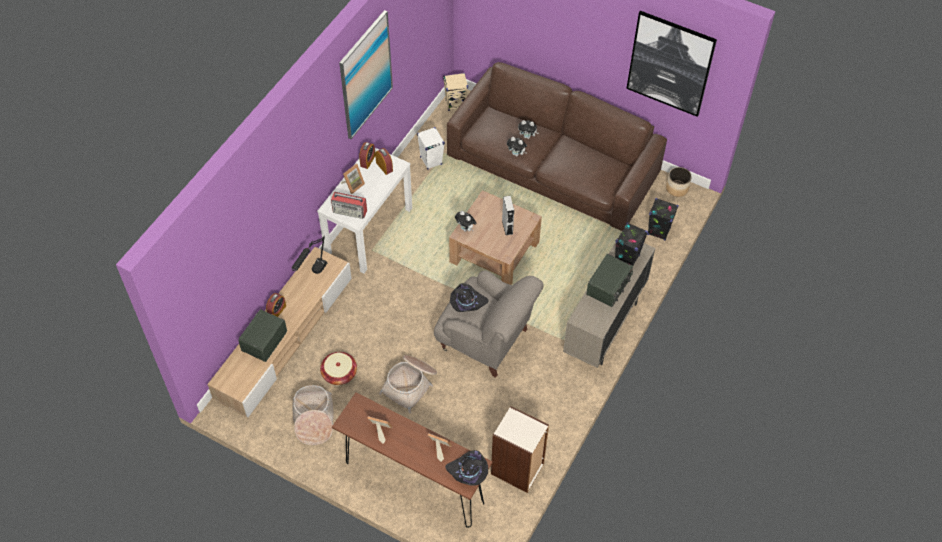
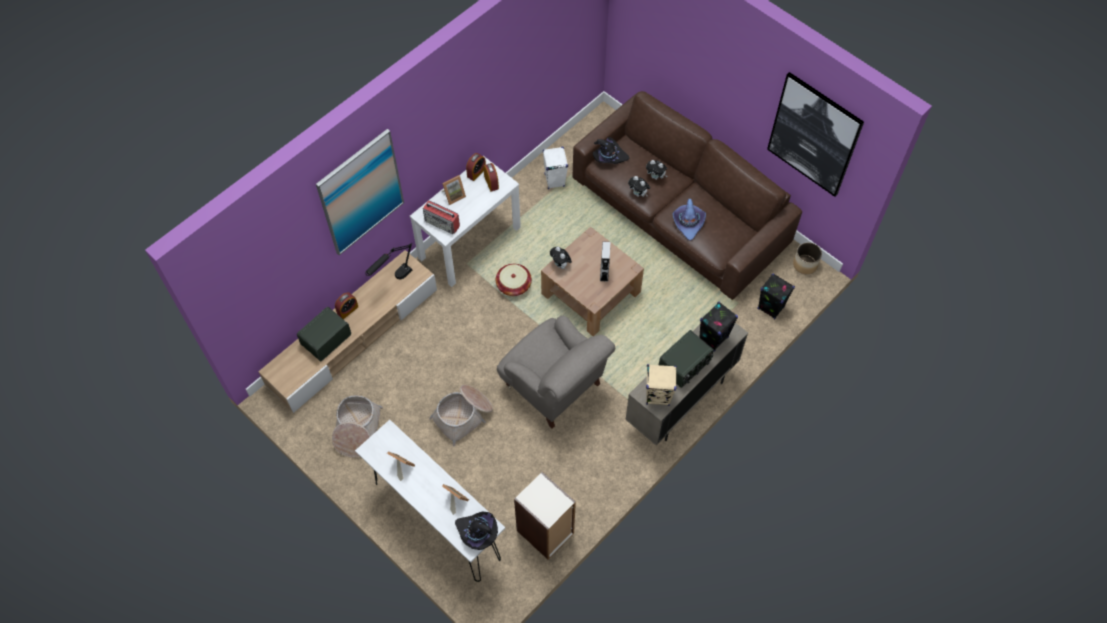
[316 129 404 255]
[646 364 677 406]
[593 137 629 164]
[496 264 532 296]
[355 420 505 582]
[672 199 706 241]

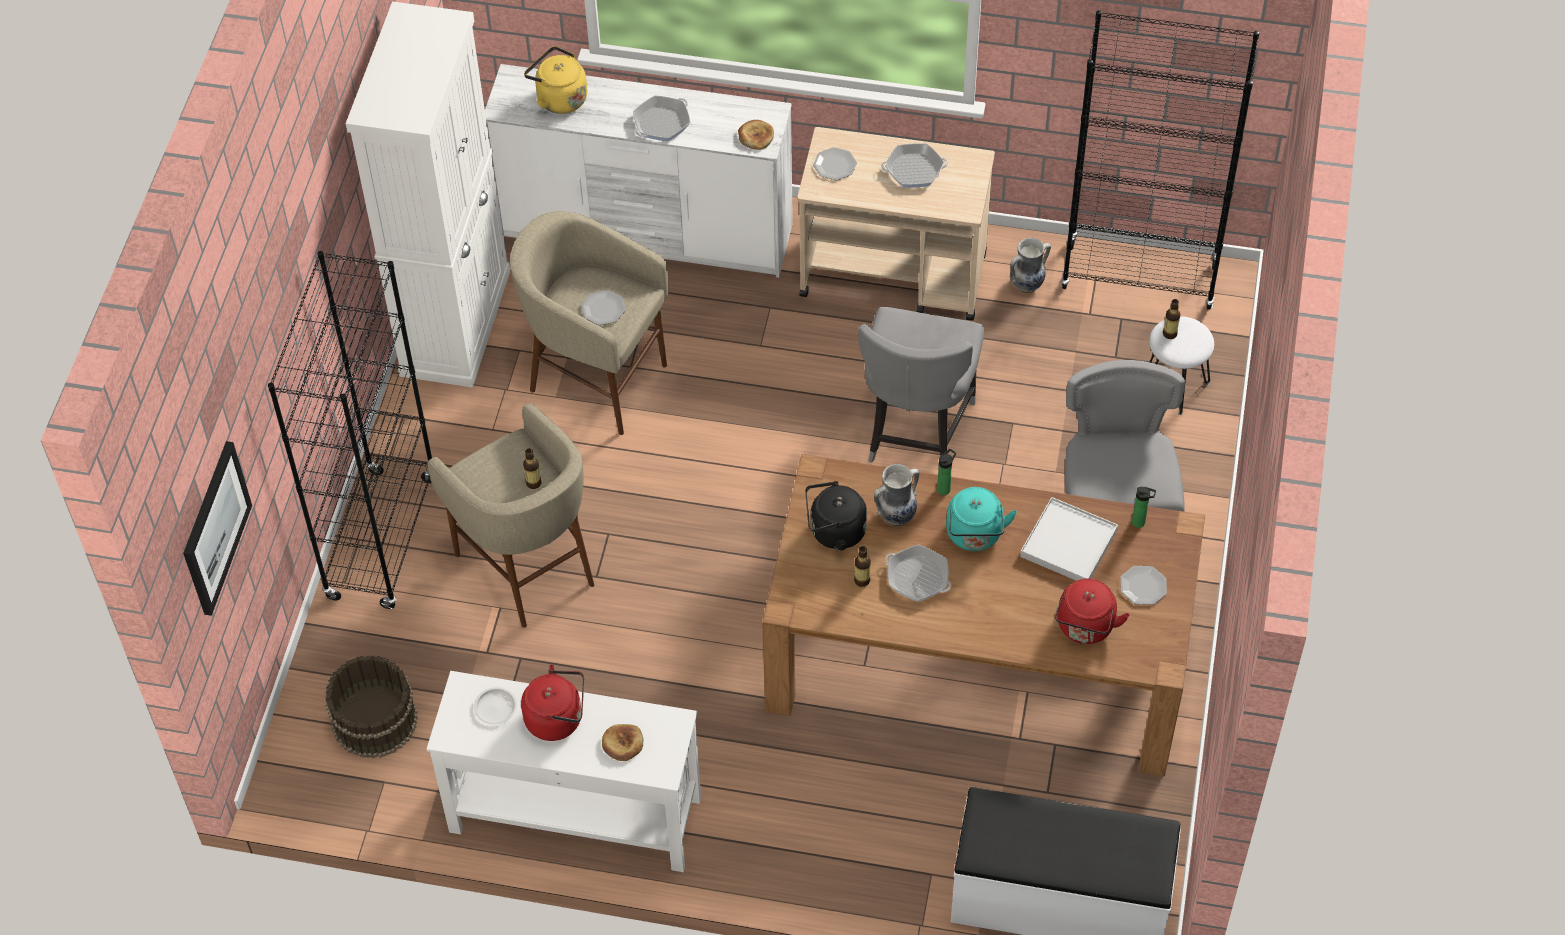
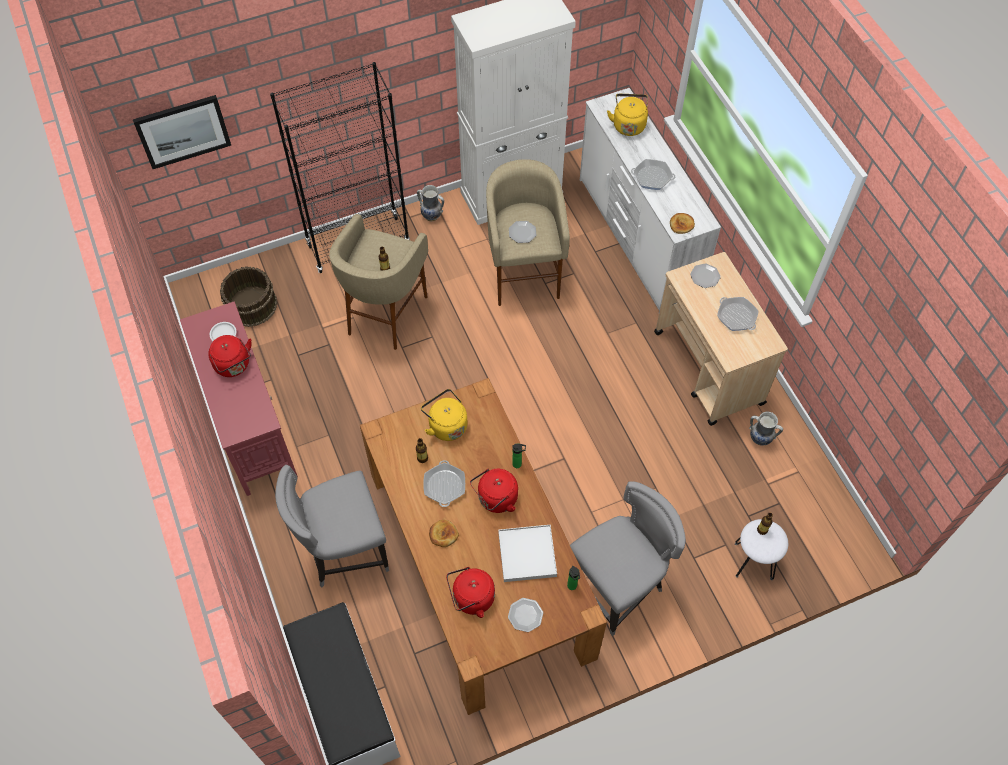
[1060 10 1259 310] (first image)
[275 465 389 588]
[417 185 444 221]
[421 389 468 441]
[470 469 518 513]
[180 301 298 496]
[429 520 459 547]

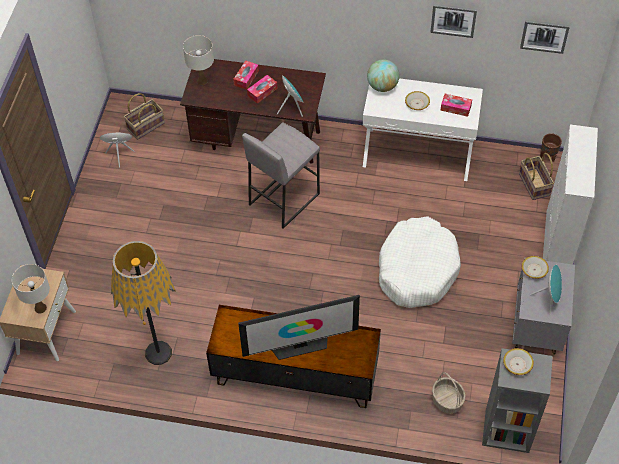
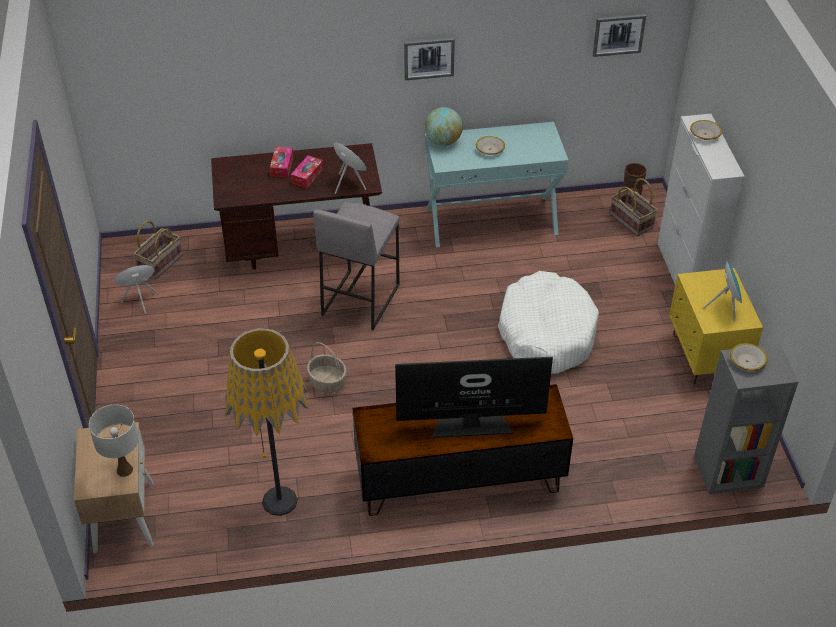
[404 38 455 80]
[183 35 214 85] (first image)
[425 122 568 247]
[440 94 472 117] (first image)
[690 120 722 140]
[669 268 763 385]
[395 357 553 438]
[307 342 347 393]

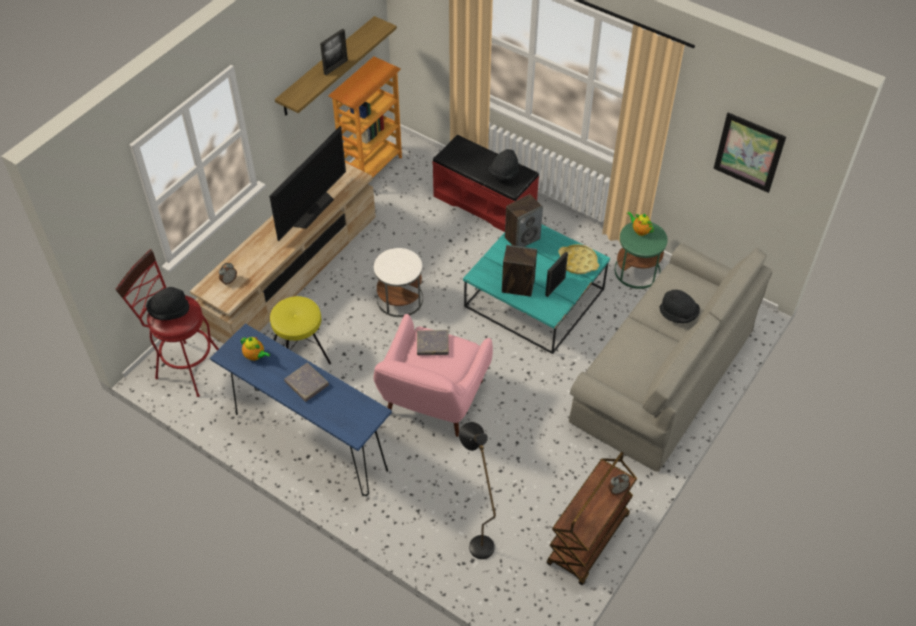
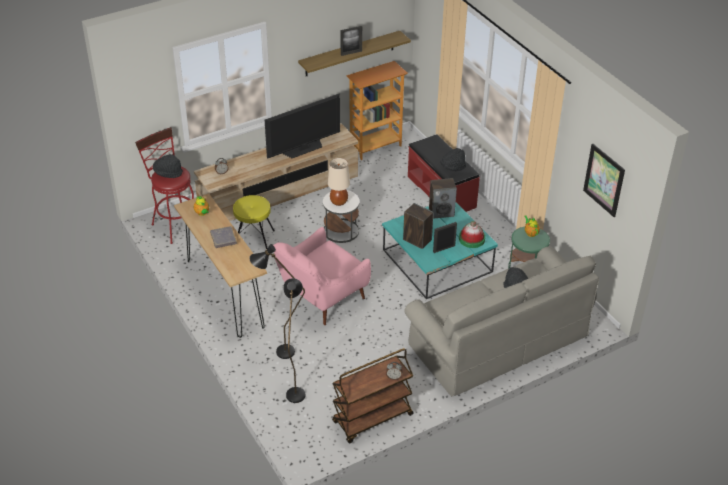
[459 221 485 248]
[174 194 267 338]
[417 330 449 355] (first image)
[328 158 350 206]
[249 244 305 359]

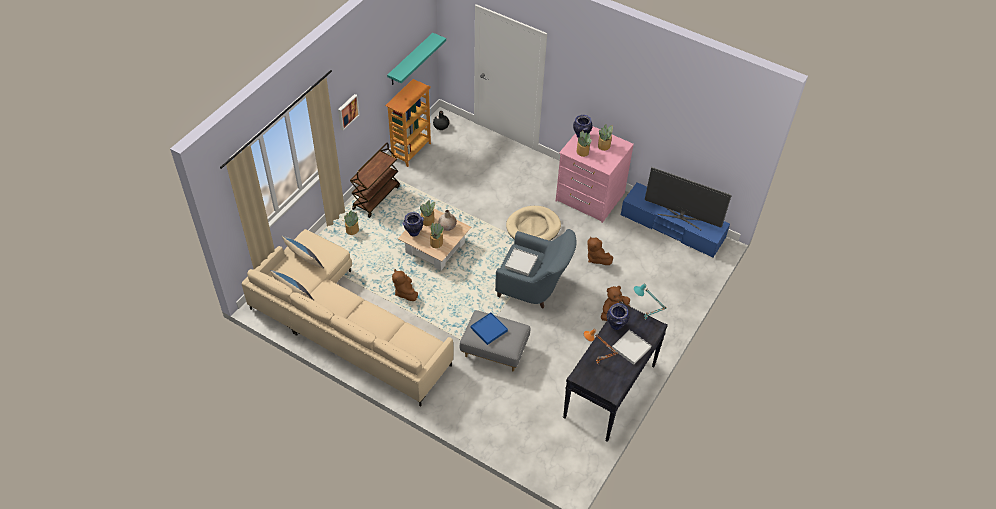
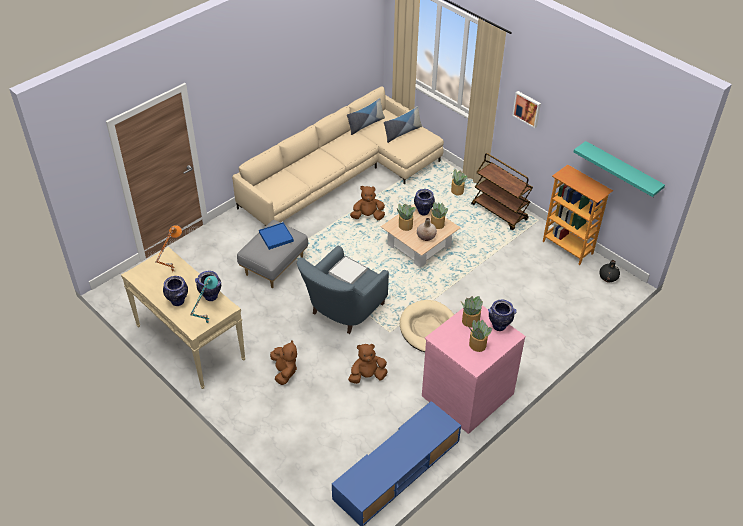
[645 167 732 230] (first image)
[121 247 246 389]
[163 276 188 306]

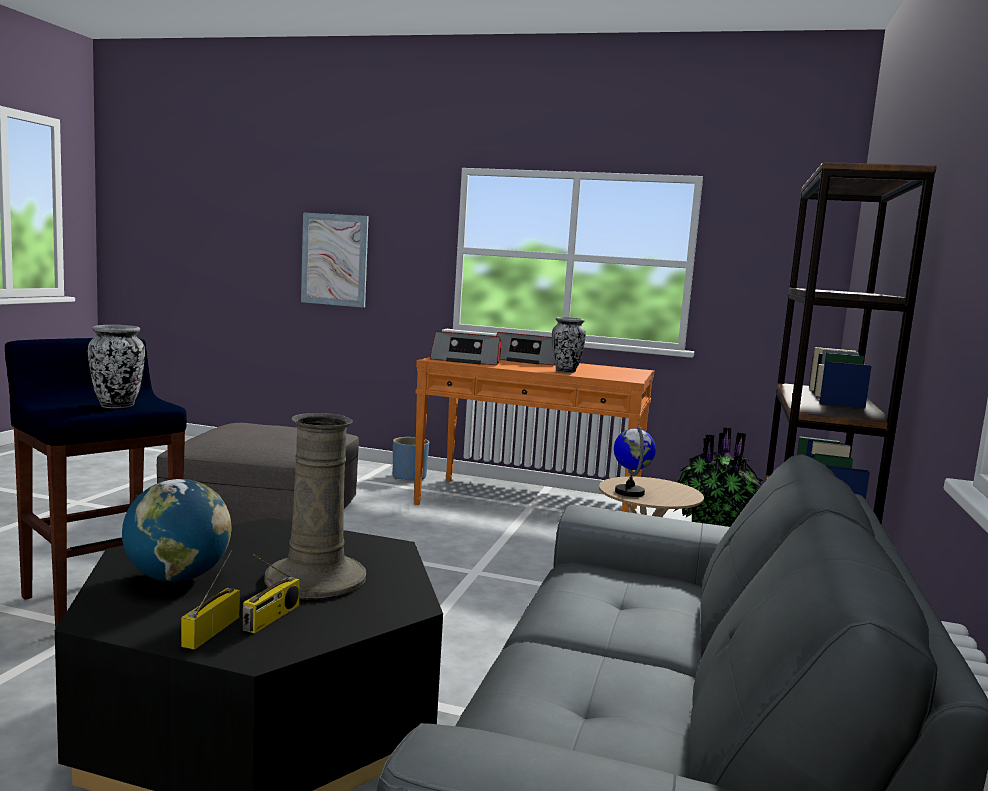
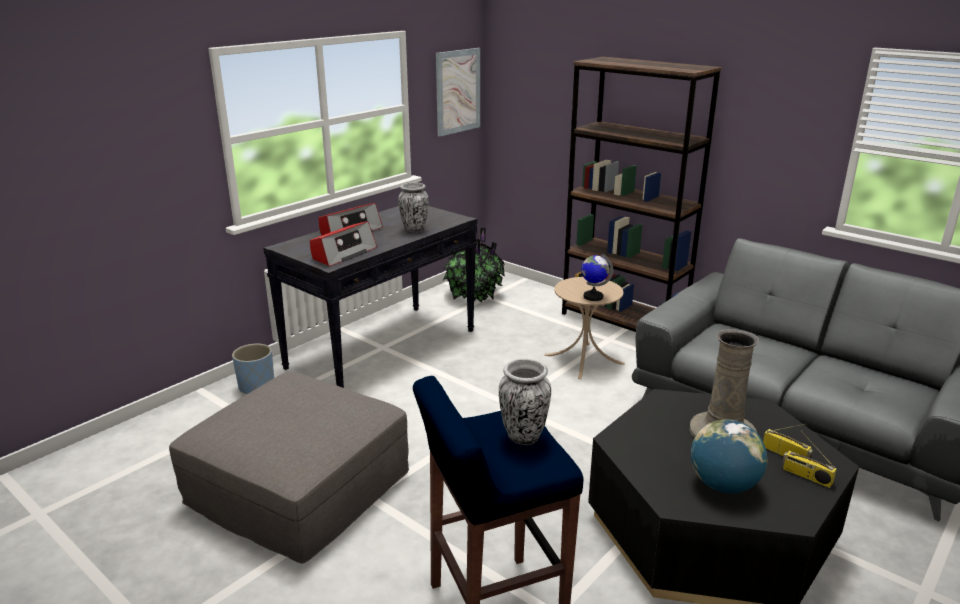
[436 48 480 137]
[263 206 477 388]

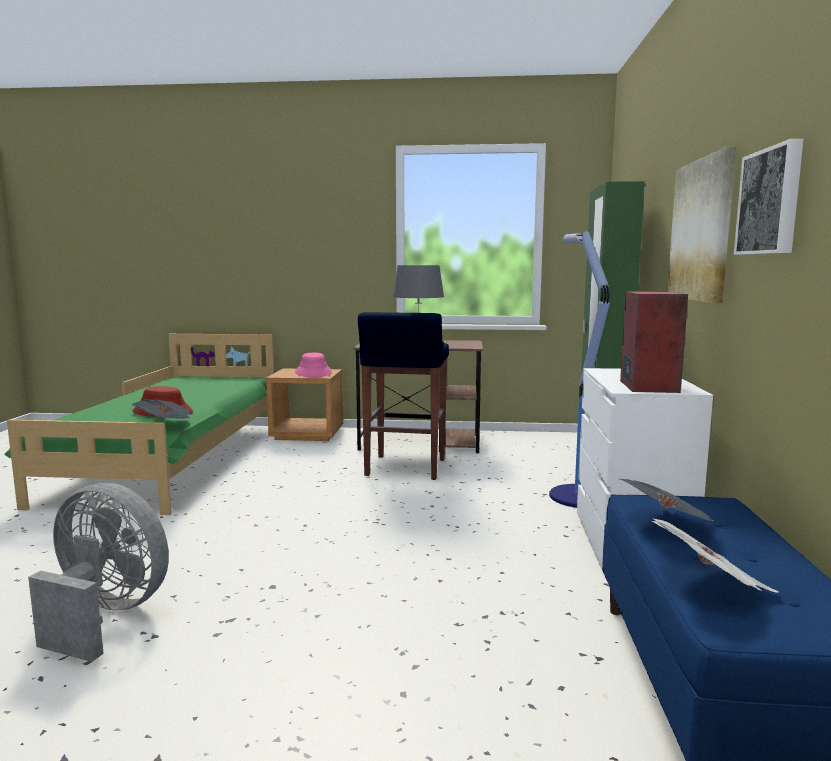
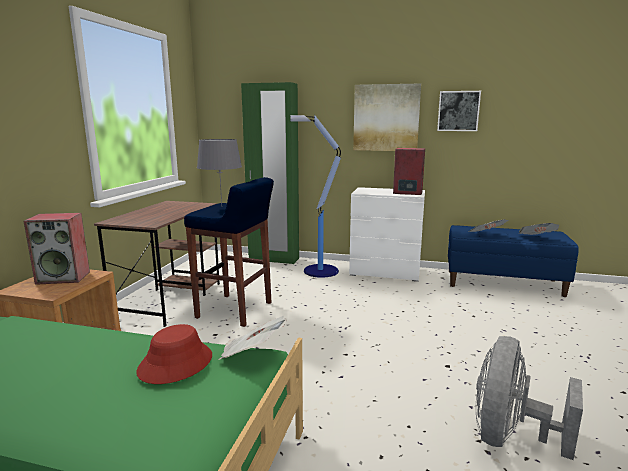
[24 213 90 285]

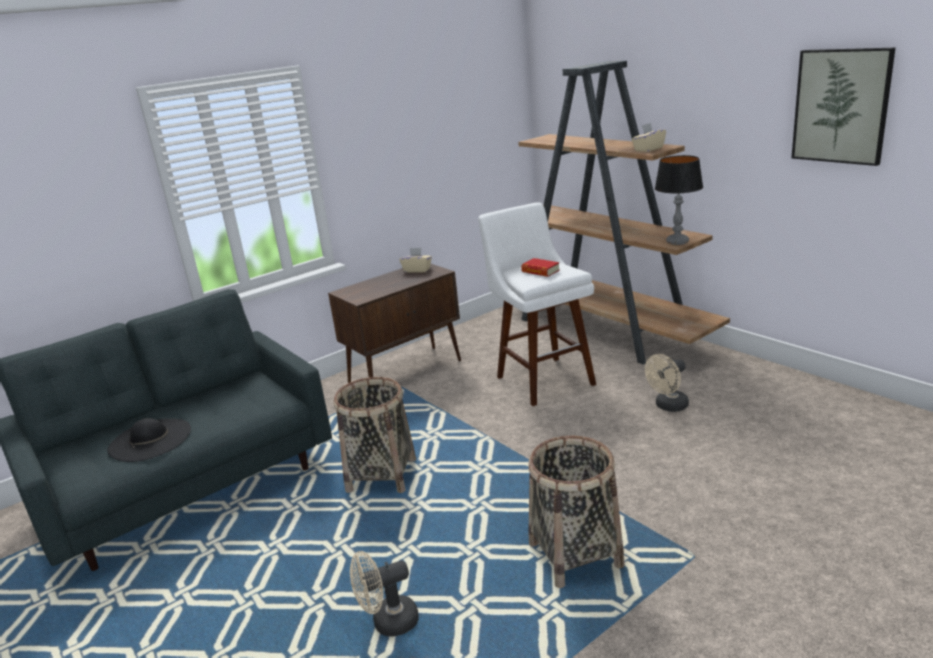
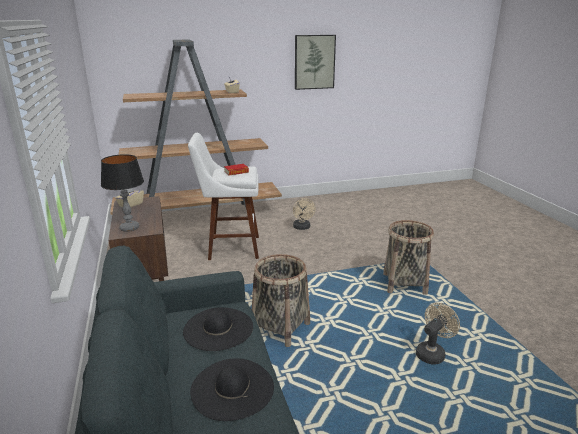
[101 154 144 232]
[416 303 460 365]
[183 307 253 351]

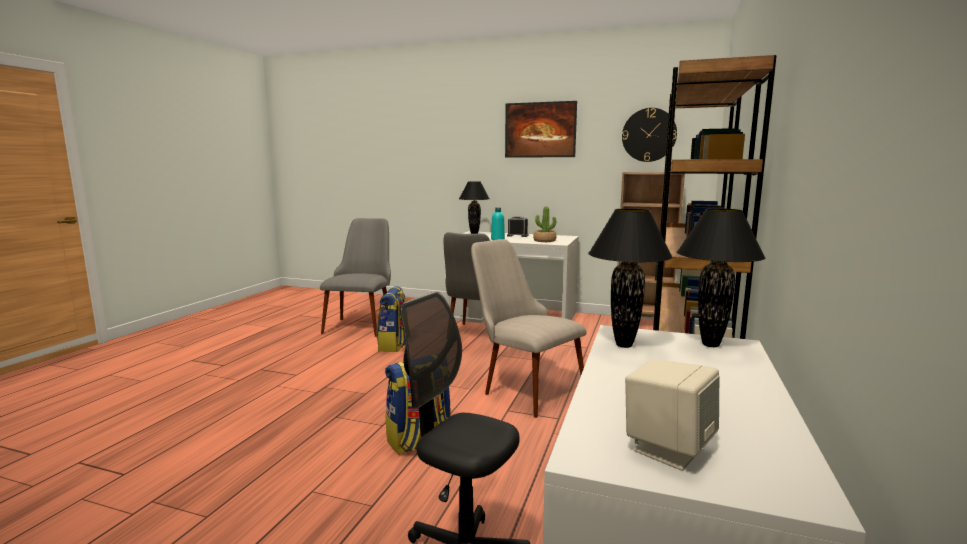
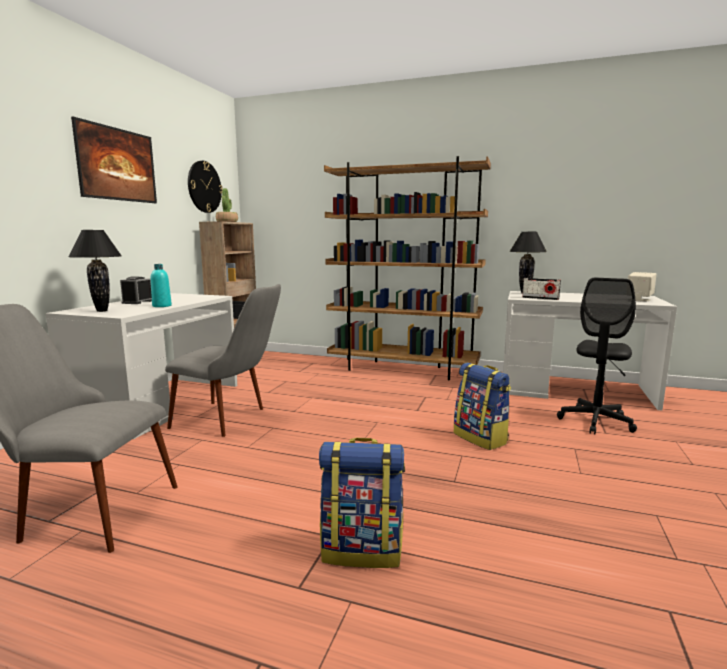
[216 188 238 222]
[522 278 561 300]
[471 239 587 418] (first image)
[319 438 405 568]

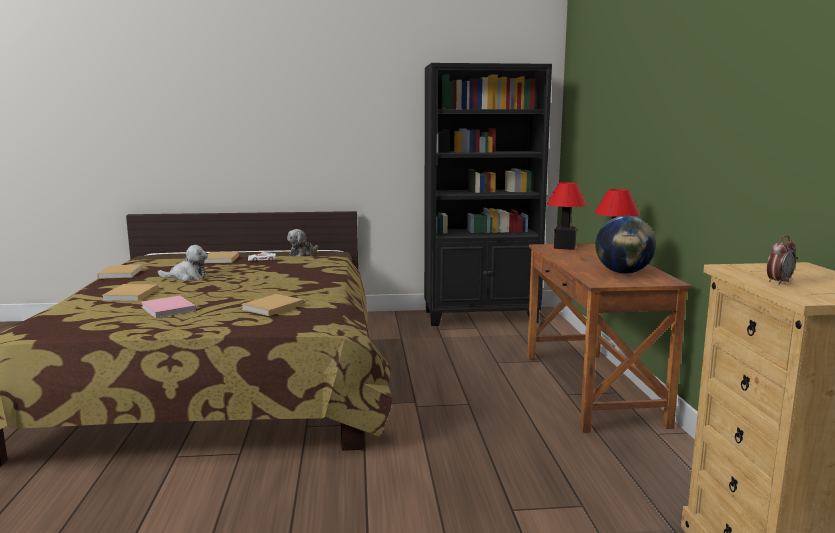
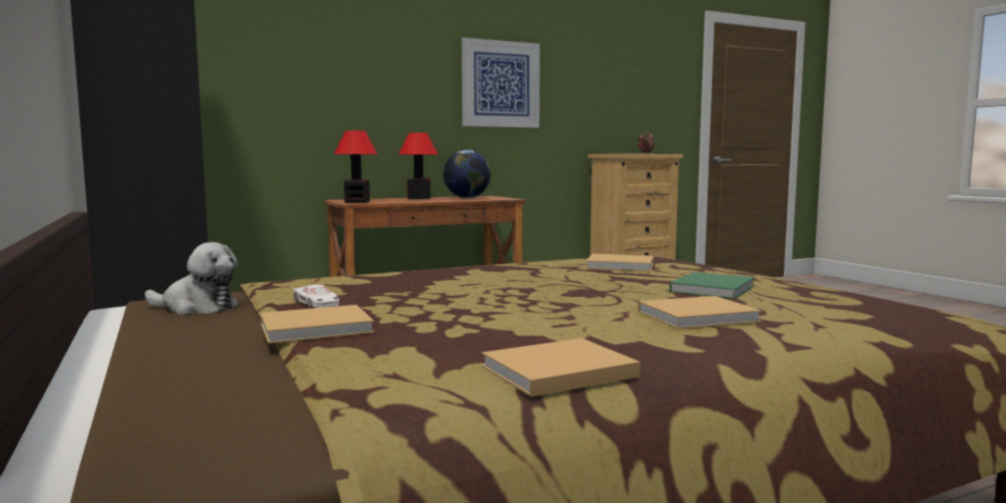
[158 245 208 281] (first image)
[669 272 754 299]
[462 38 540 128]

